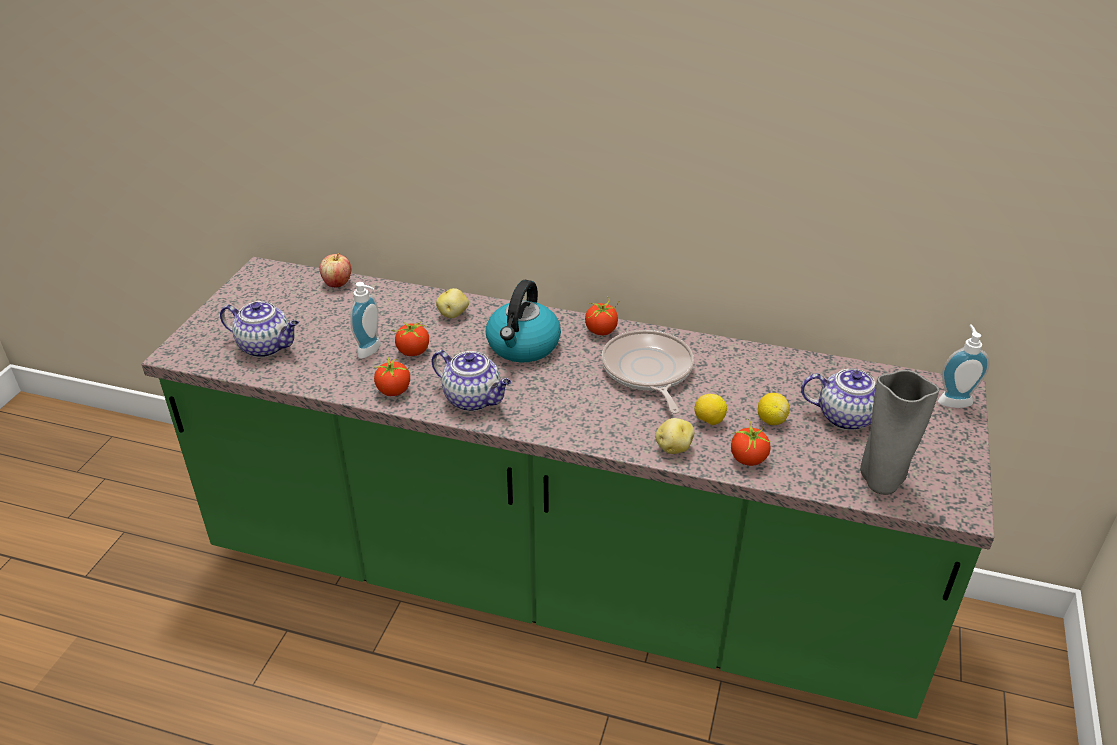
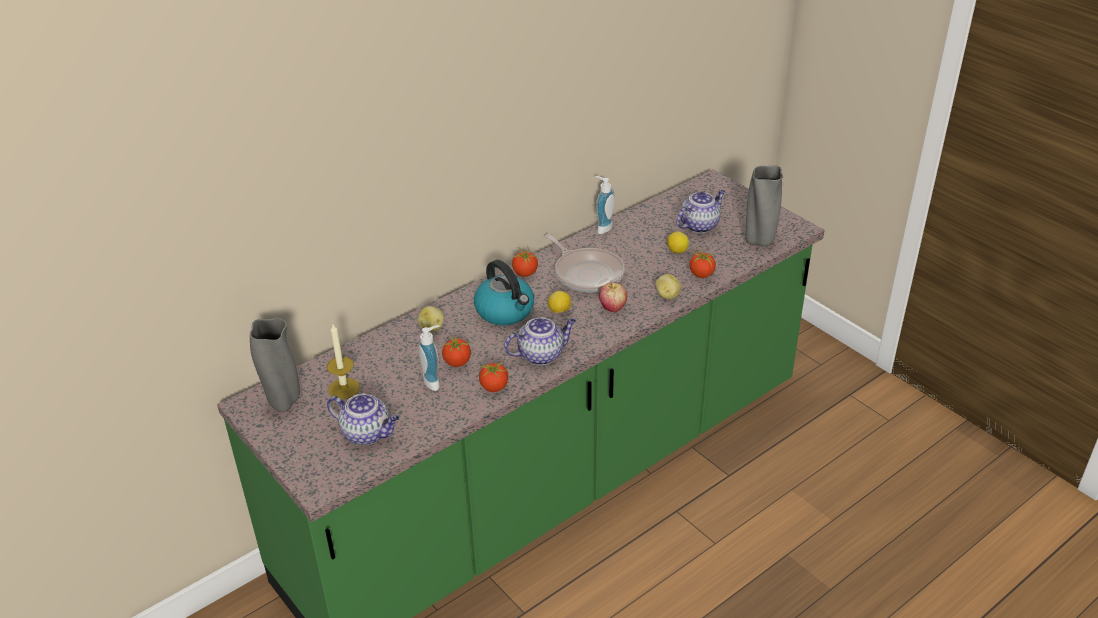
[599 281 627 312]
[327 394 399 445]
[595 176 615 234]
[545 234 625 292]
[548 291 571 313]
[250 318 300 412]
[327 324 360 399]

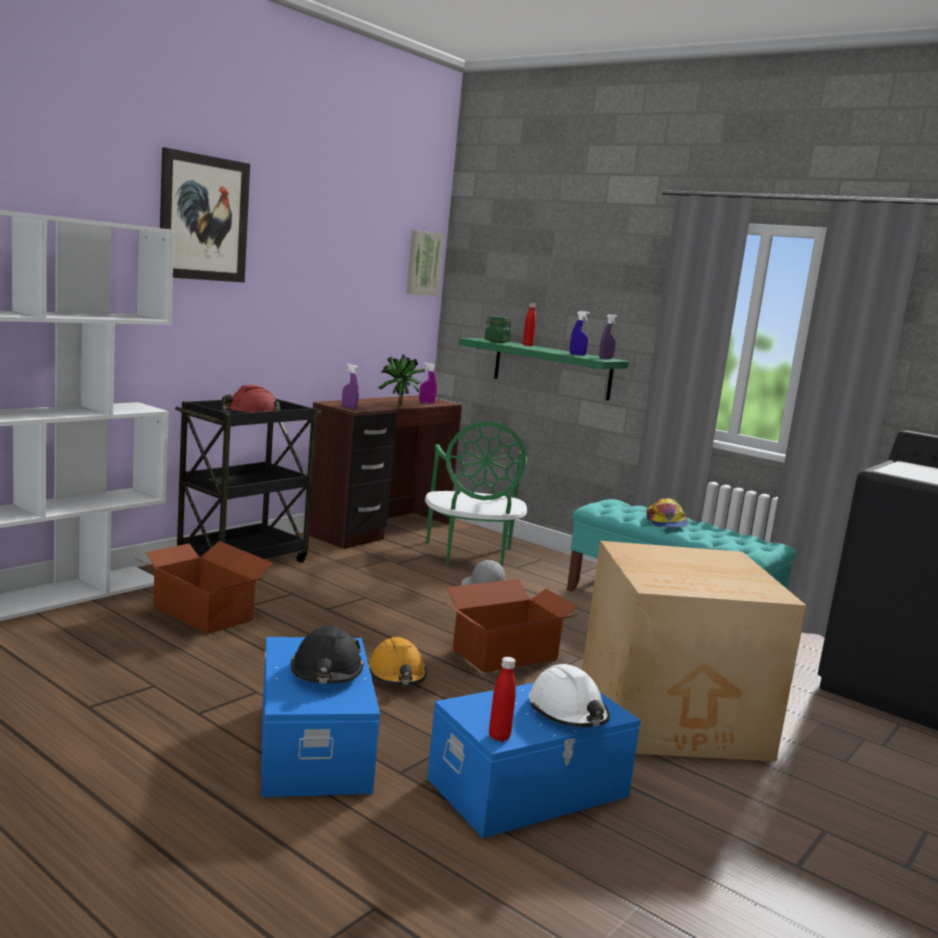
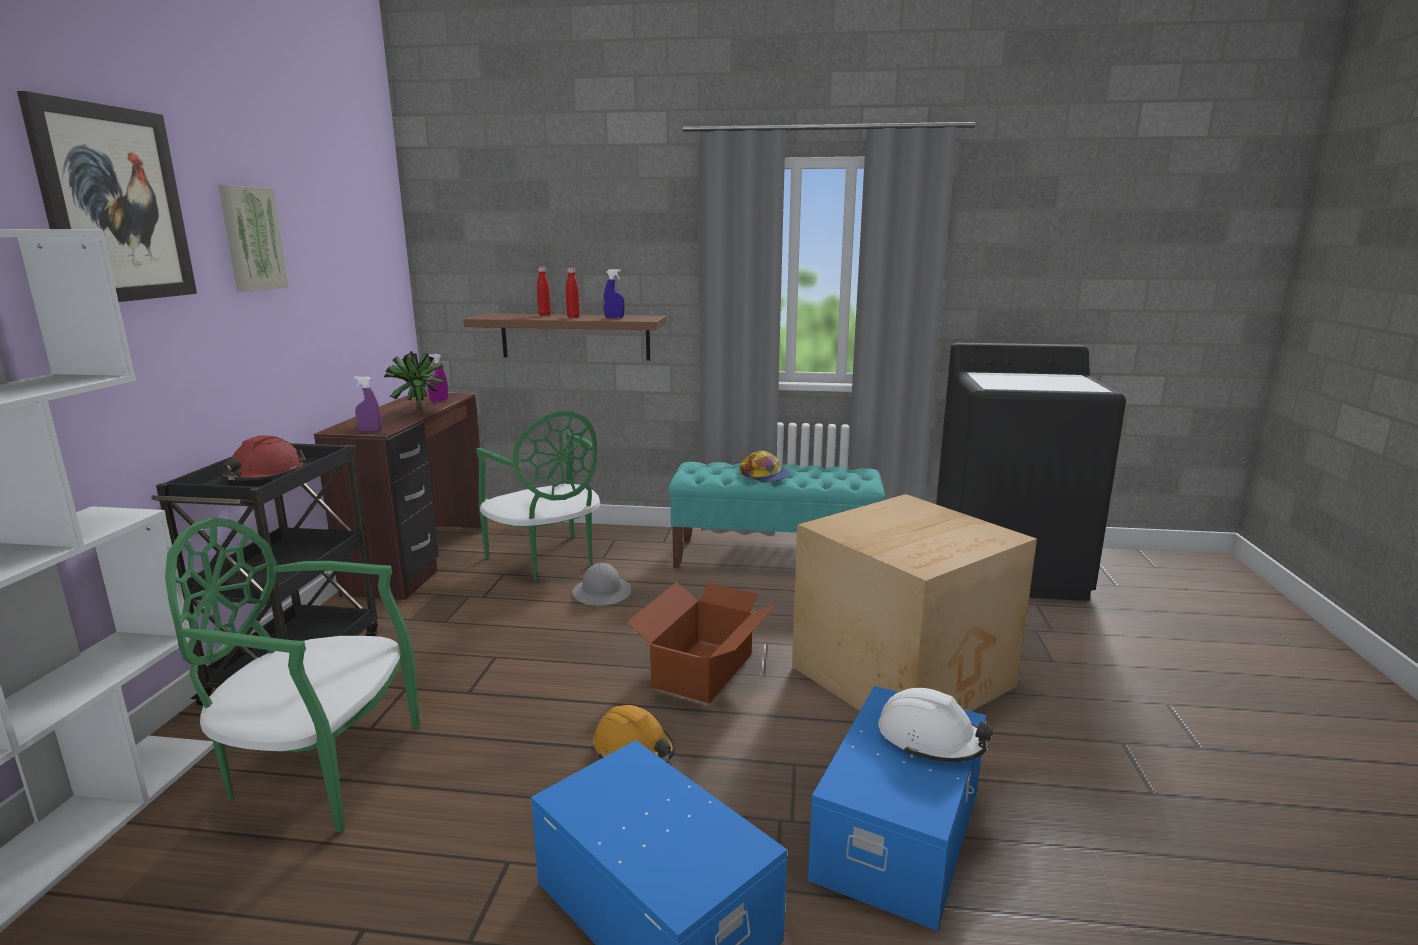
[218 185 289 292]
[599 314 617 359] (first image)
[484 316 511 343] (first image)
[463 313 666 361]
[165 518 420 832]
[290 626 364 684] (first image)
[566 268 580 318]

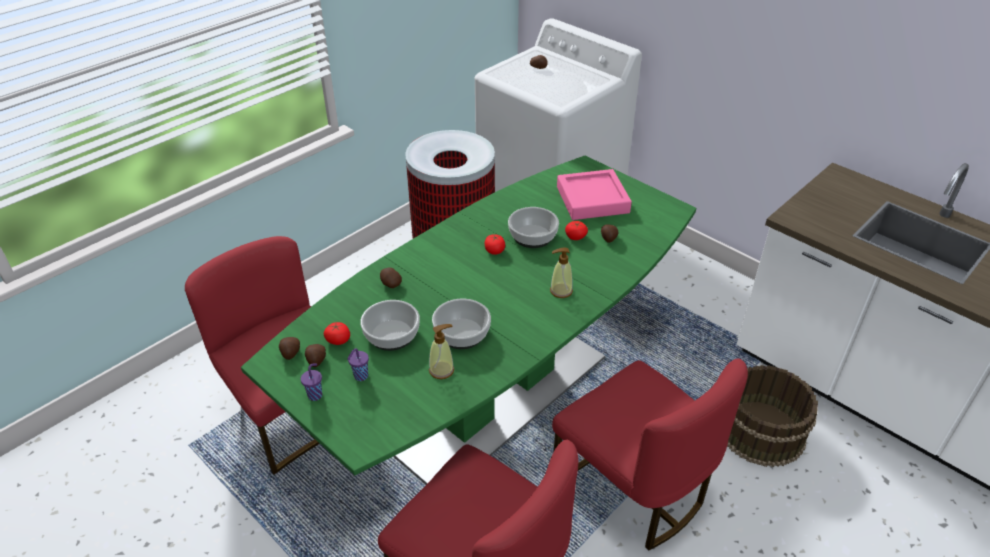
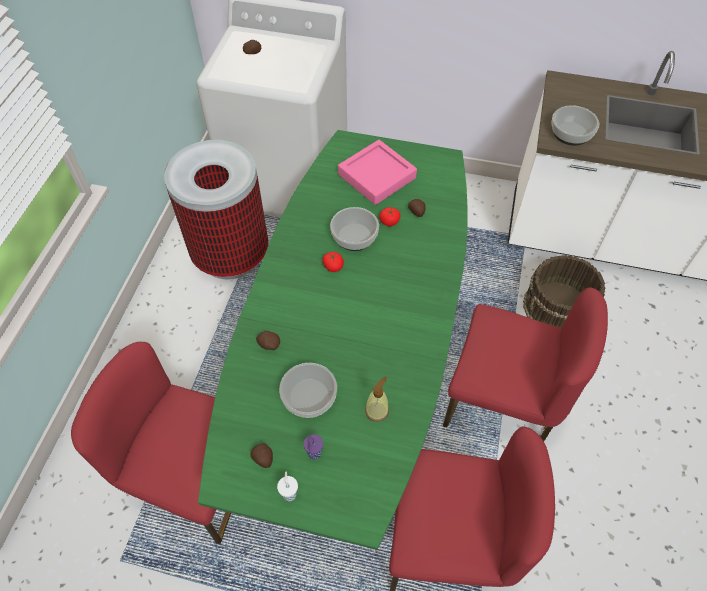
[550 248 573 298] (first image)
[552 105 599 146]
[324 322 350 345] (first image)
[279 337 300 360] (first image)
[277 472 298 501]

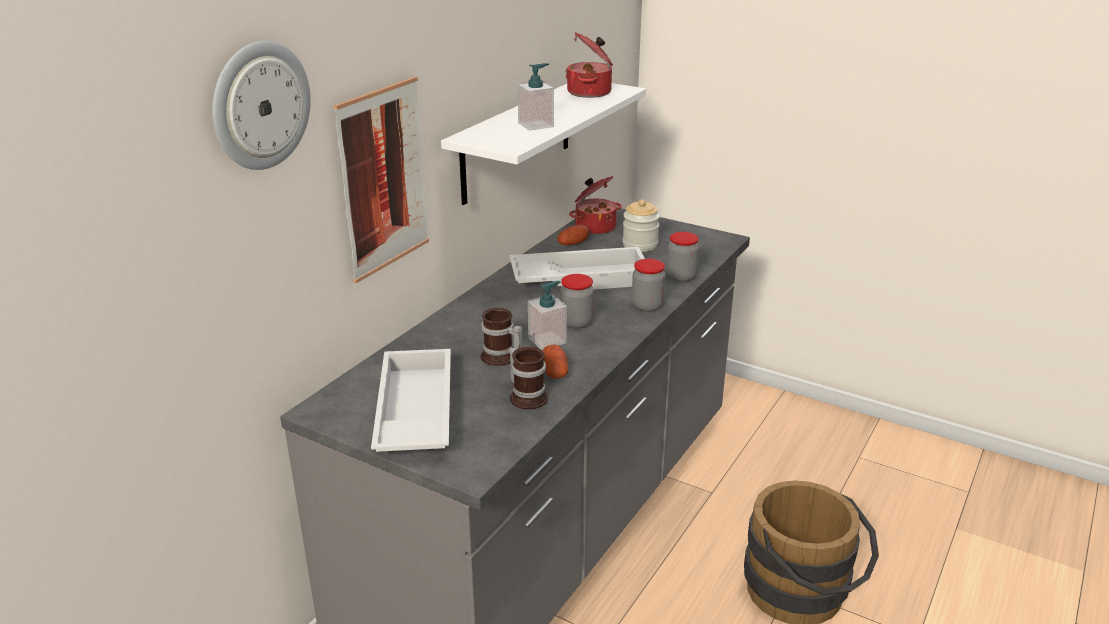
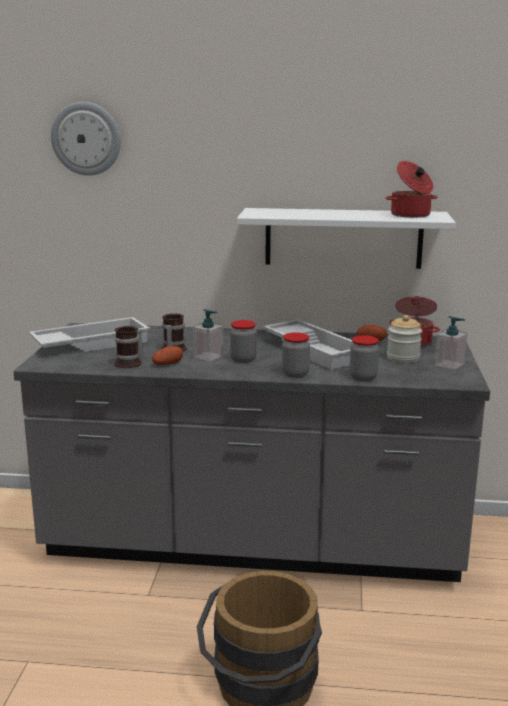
[434 316 468 370]
[333 77 429 283] (first image)

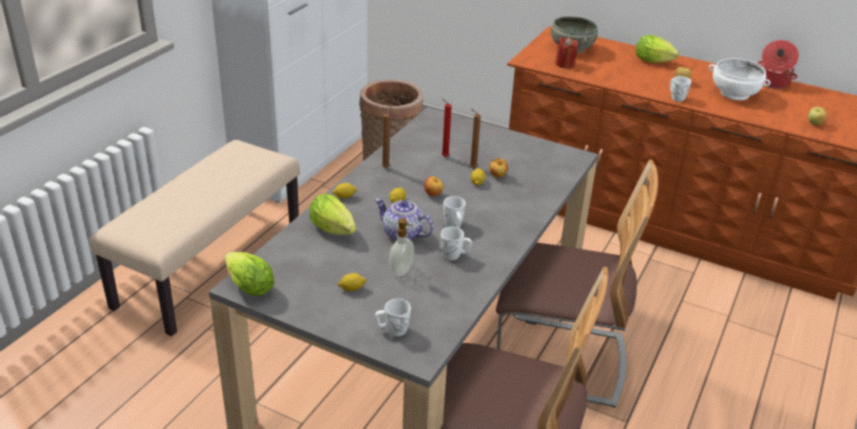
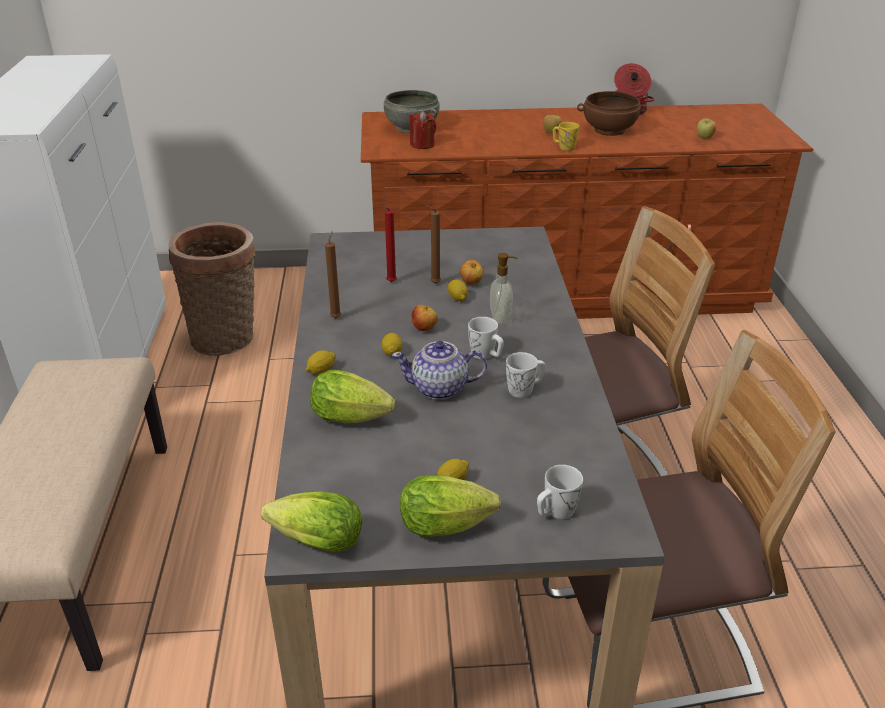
[400 476 501 537]
[577 91 647 136]
[553 122 579 151]
[490 253 517 325]

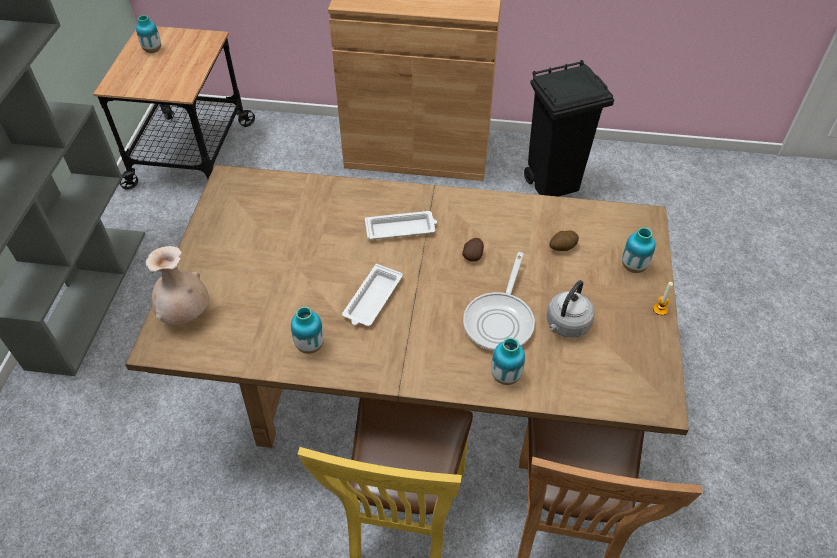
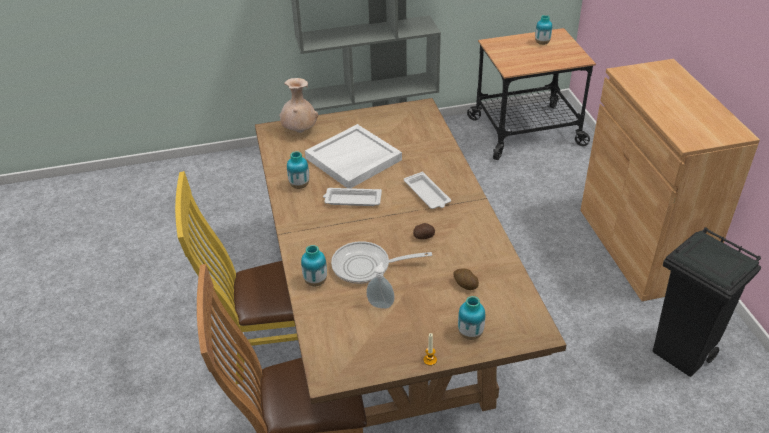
[366 262 395 309]
[305 124 402 188]

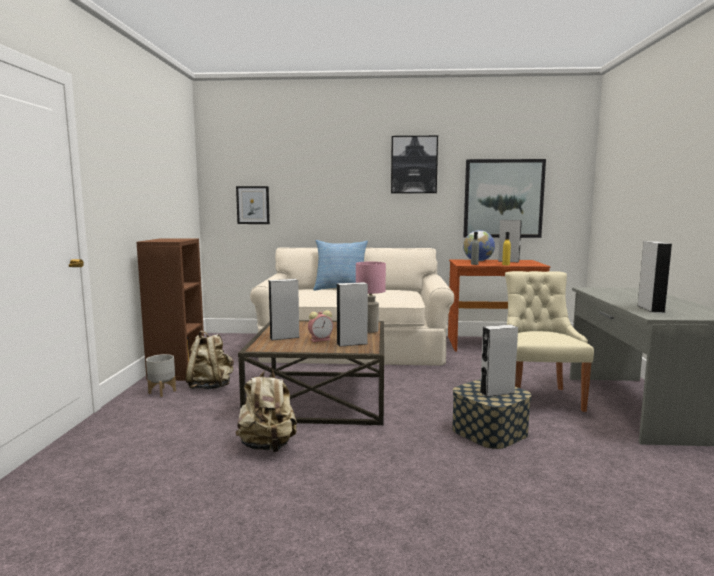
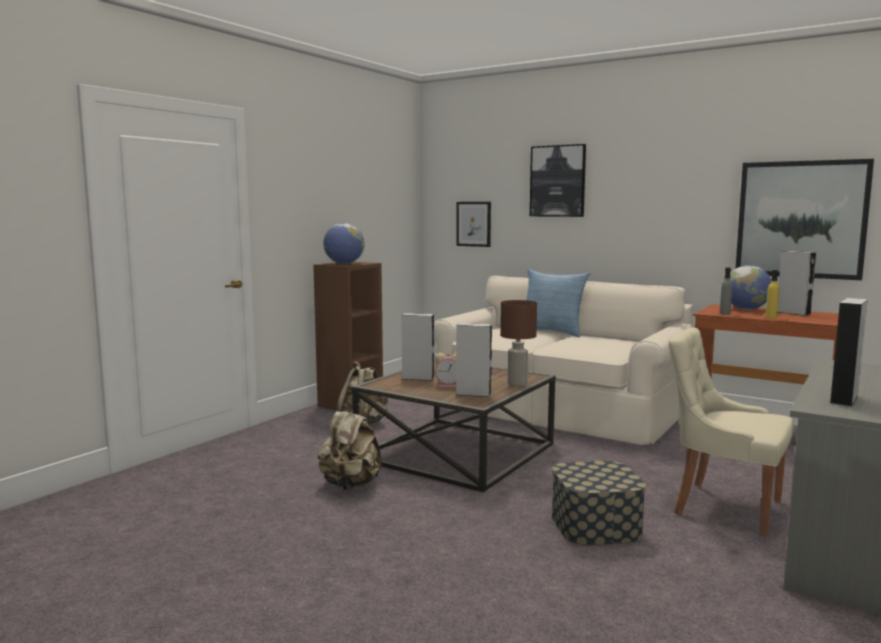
[530 144 586 217]
[500 300 537 386]
[668 328 794 537]
[480 324 518 397] (first image)
[146 354 176 397] (first image)
[323 223 365 264]

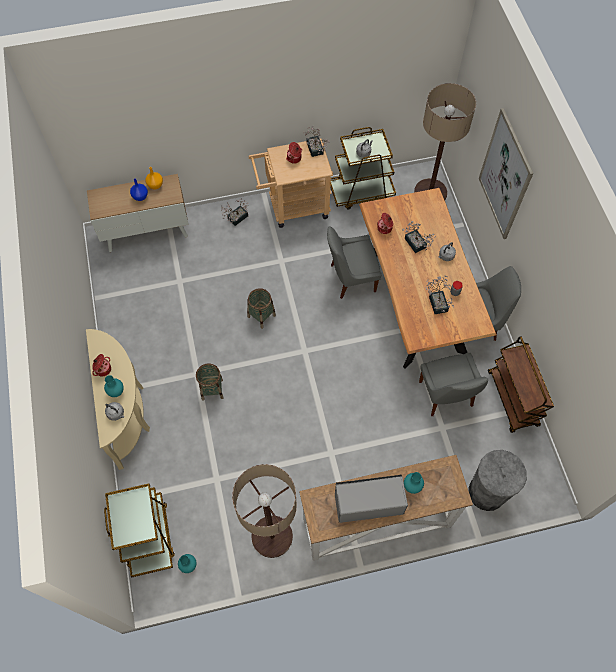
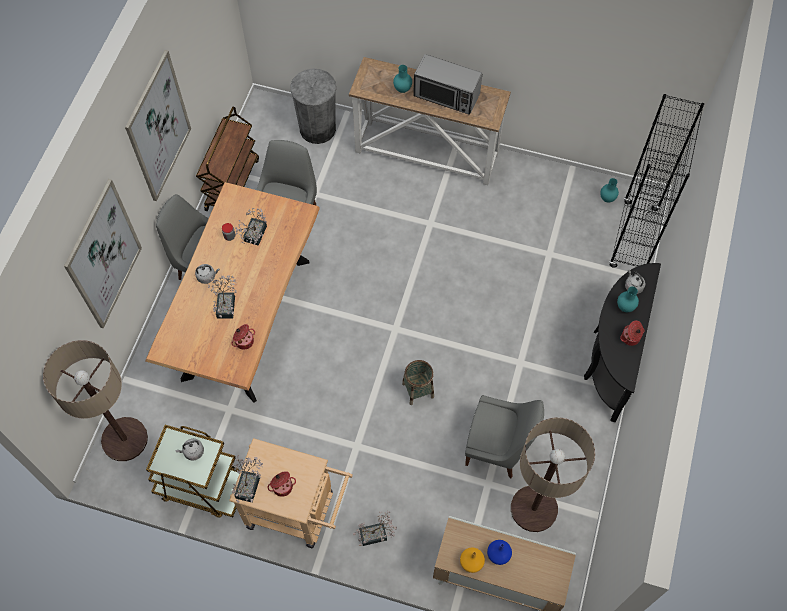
[465 395 544 478]
[584 263 661 423]
[196 363 224 401] (first image)
[511 417 595 532]
[609 94 704 268]
[125 50 191 201]

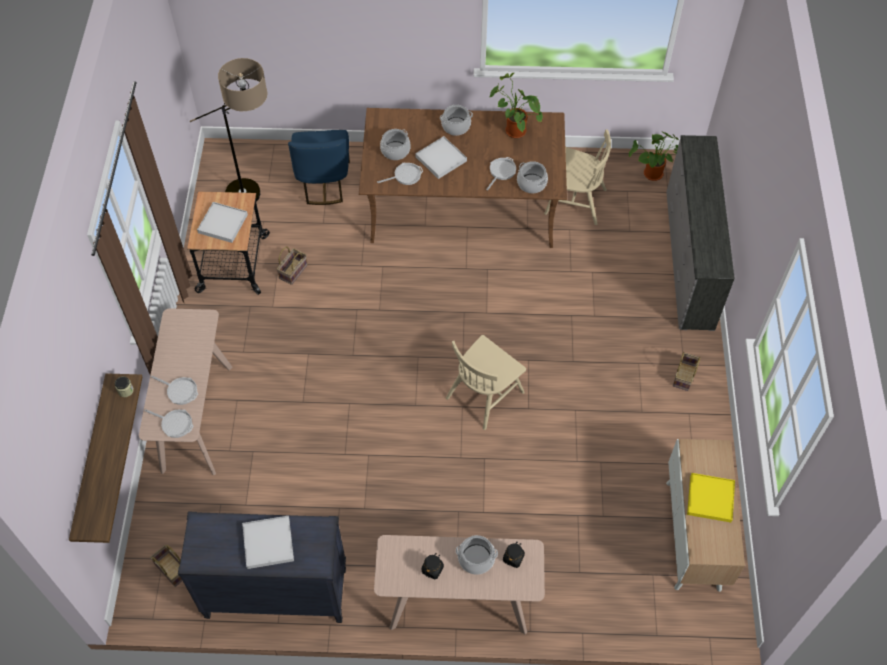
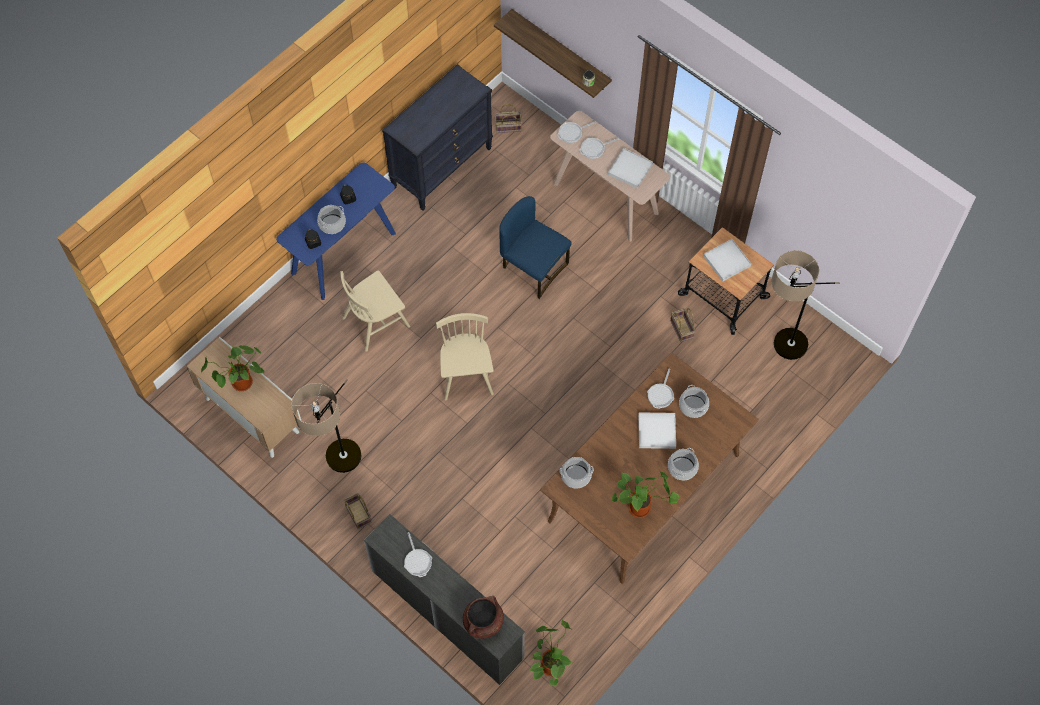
[340 270 410 352]
[500 196 571 299]
[404 532 432 577]
[201 345 266 391]
[608 148 653 188]
[276 162 396 300]
[291 379 362 473]
[463 596 504 639]

